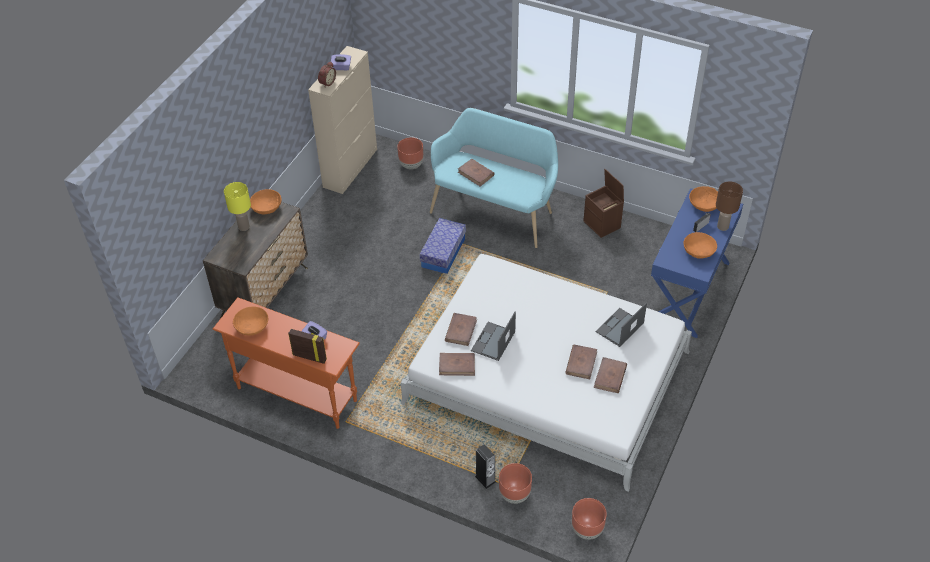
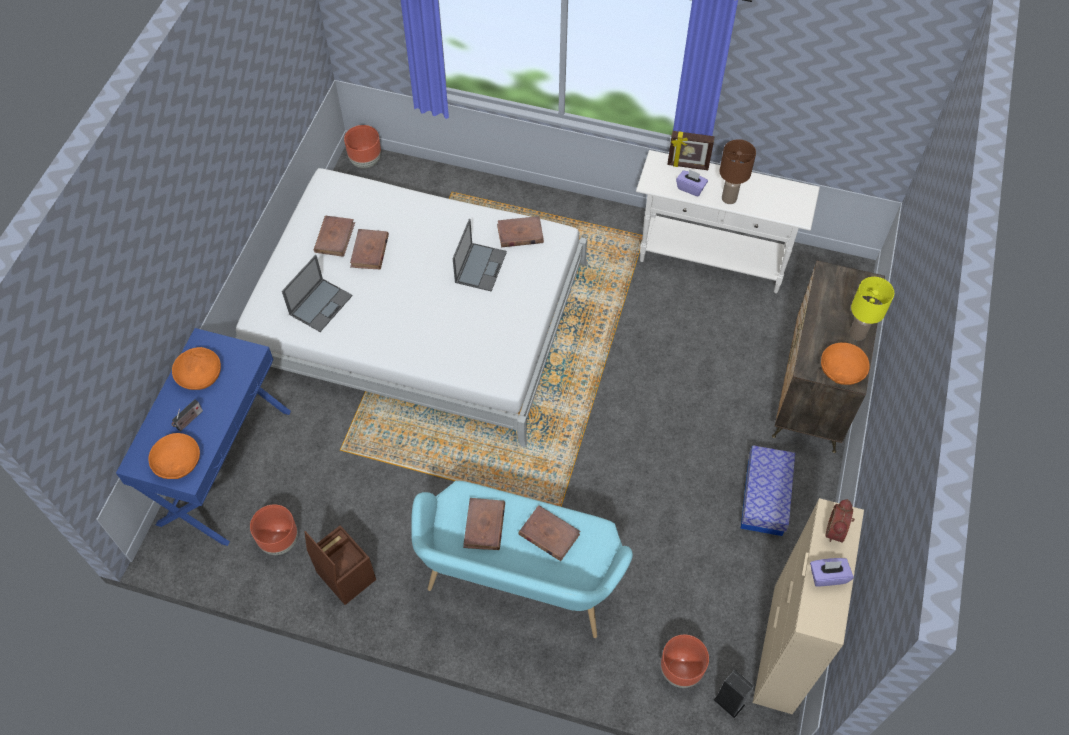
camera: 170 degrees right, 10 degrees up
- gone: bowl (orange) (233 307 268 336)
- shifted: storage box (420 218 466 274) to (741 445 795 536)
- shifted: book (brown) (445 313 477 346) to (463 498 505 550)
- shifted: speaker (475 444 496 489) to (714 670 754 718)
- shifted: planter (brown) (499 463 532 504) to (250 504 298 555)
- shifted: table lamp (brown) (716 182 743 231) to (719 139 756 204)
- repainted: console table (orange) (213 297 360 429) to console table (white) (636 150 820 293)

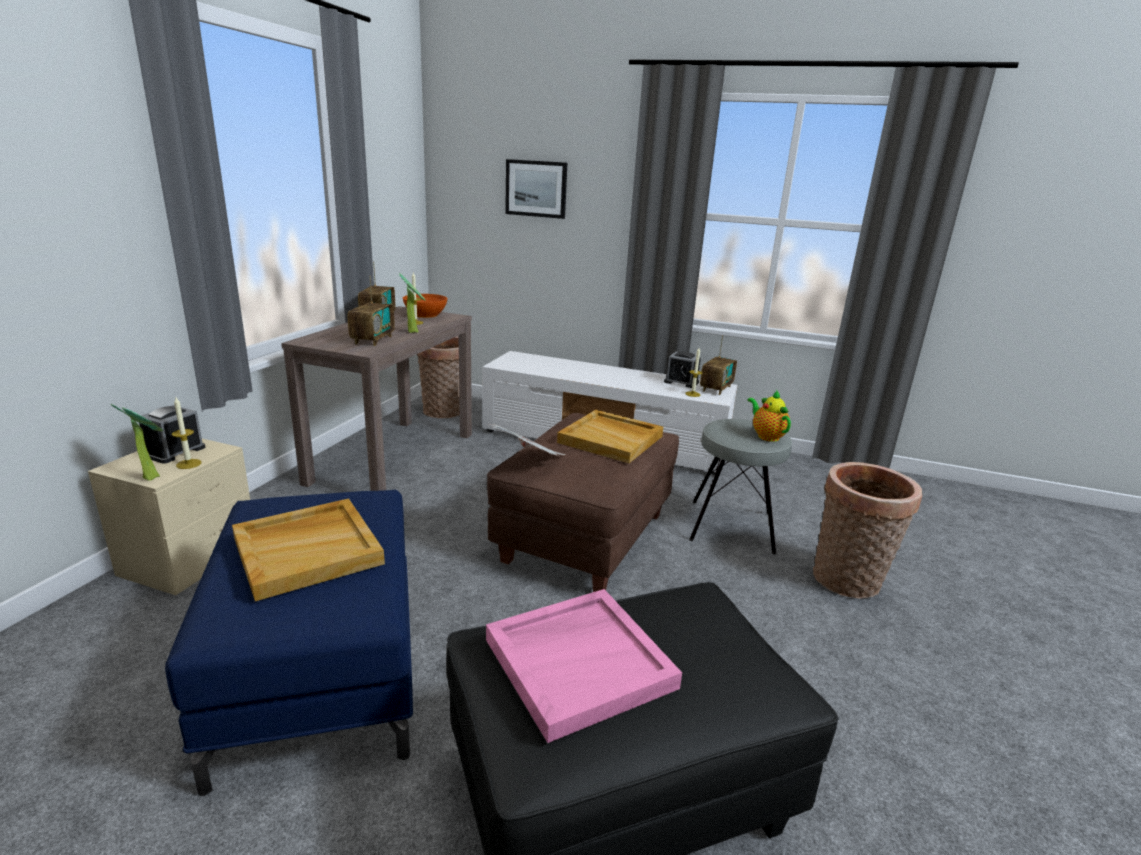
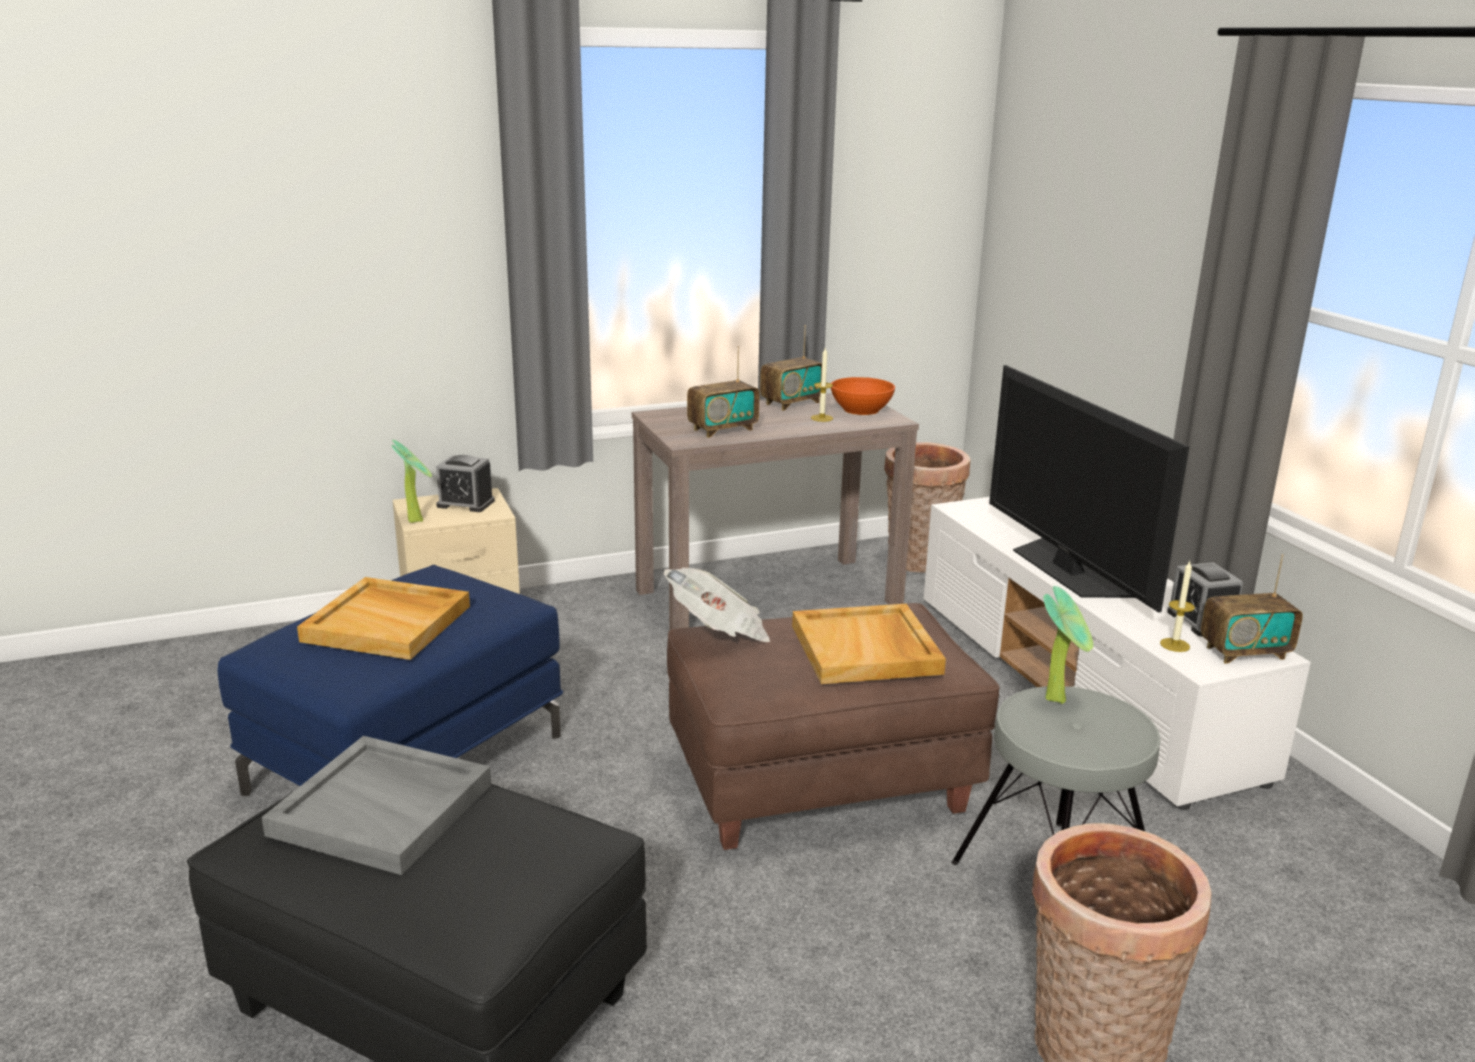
camera: 50 degrees right, 0 degrees up
- gone: candle (172 397 201 469)
- gone: picture (505 159 567 219)
- gone: teapot (748 390 791 442)
- new: television (989 365 1189 613)
- shifted: potted plant (399 273 425 333) to (1043 586 1093 704)
- repainted: tray (pink) (486 589 682 743) to tray (grey) (262 736 491 875)
- rotated: alarm clock (139 405 206 464) = (436 455 495 512) 150 degrees counterclockwise

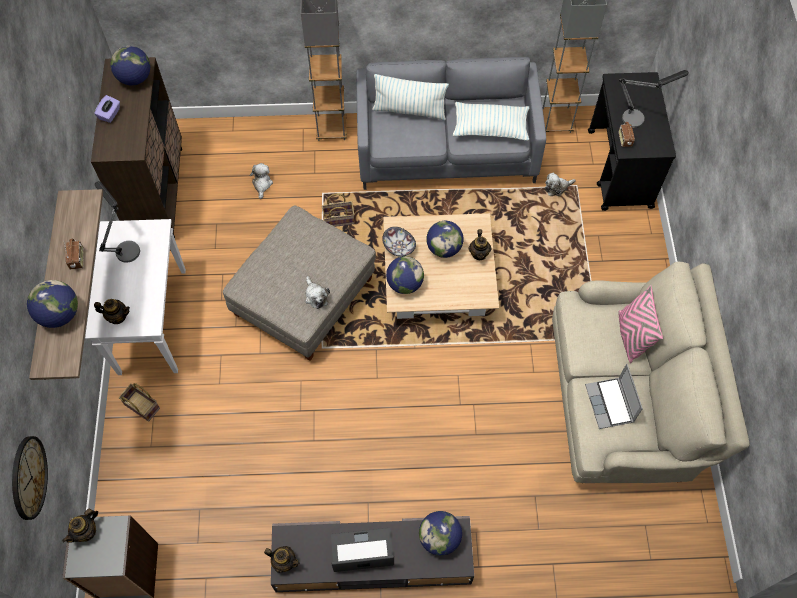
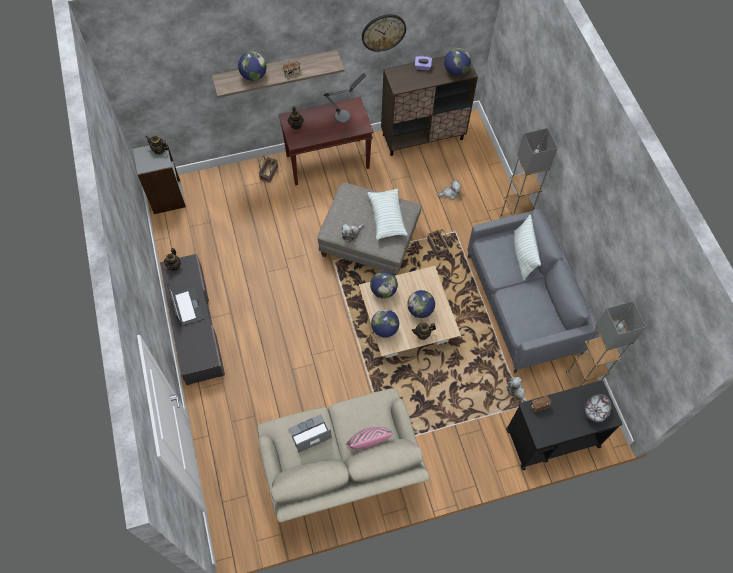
camera: 75 degrees right, 0 degrees up
- gone: table lamp (619 70 689 128)
- shifted: wall clock (12 436 48 520) to (362 14 406 52)
- shifted: bowl (382 227 416 257) to (584 394 612 422)
- shifted: globe (419 511 462 556) to (371 309 399 337)
- shifted: pillow (453 102 529 141) to (367 189 408 240)
- repainted: console table (white) (85 219 186 375) to console table (brown) (279 97 373 185)

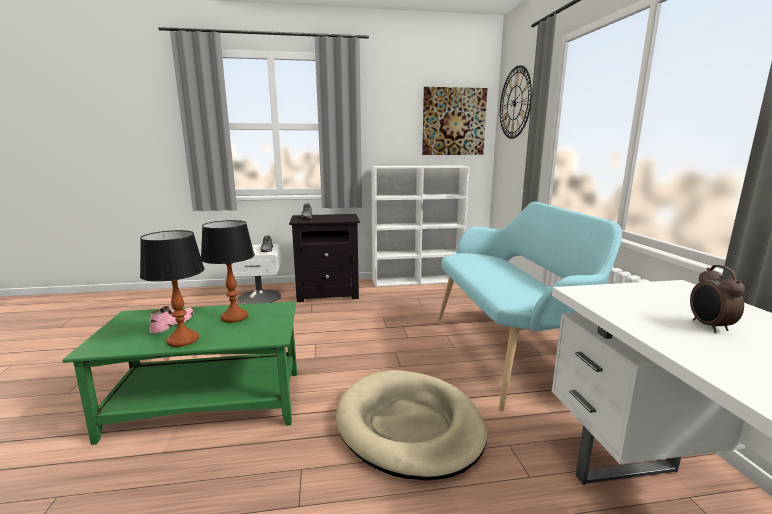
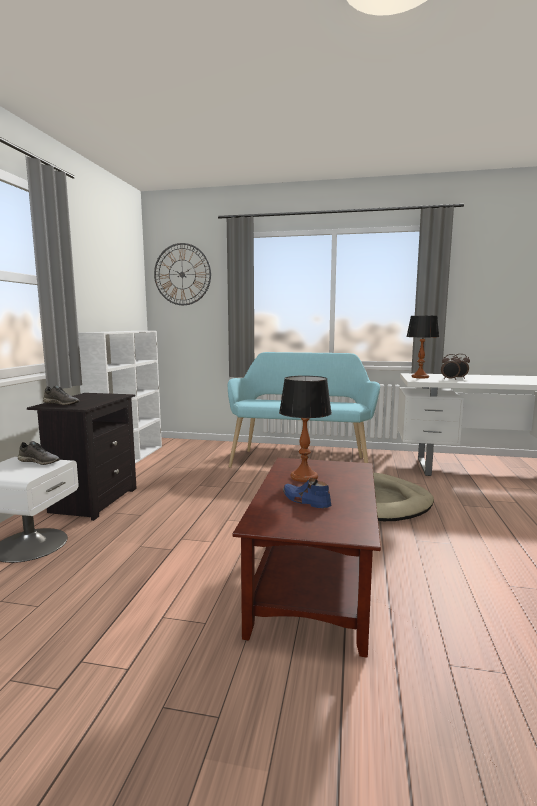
camera: 70 degrees left, 5 degrees down
- gone: picture (422 87 487 155)
- new: alarm clock (441 354 461 380)
- shifted: table lamp (140 230 204 347) to (406 316 439 378)
- repainted: coffee table (green) (62 301 297 445) to coffee table (brown) (233 458 381 658)
- repainted: shoe (pink) (149 306 194 333) to shoe (blue) (283 478 331 508)

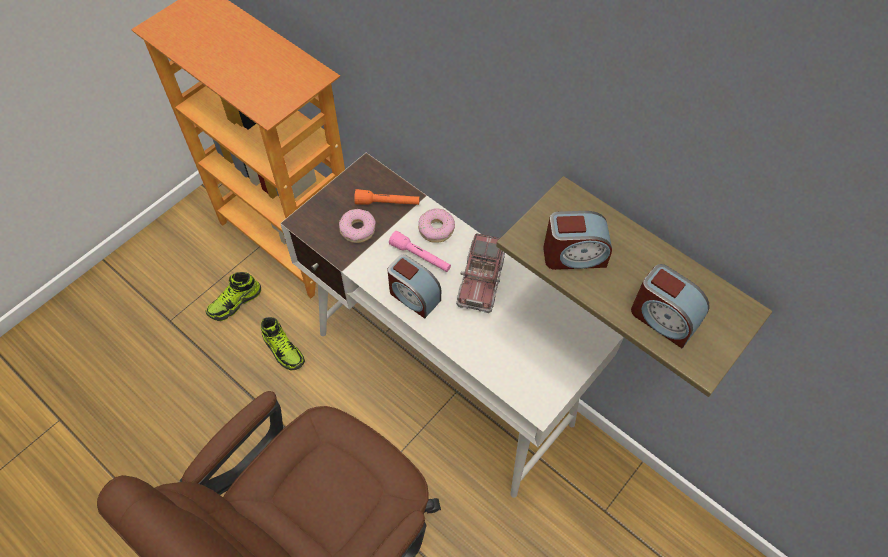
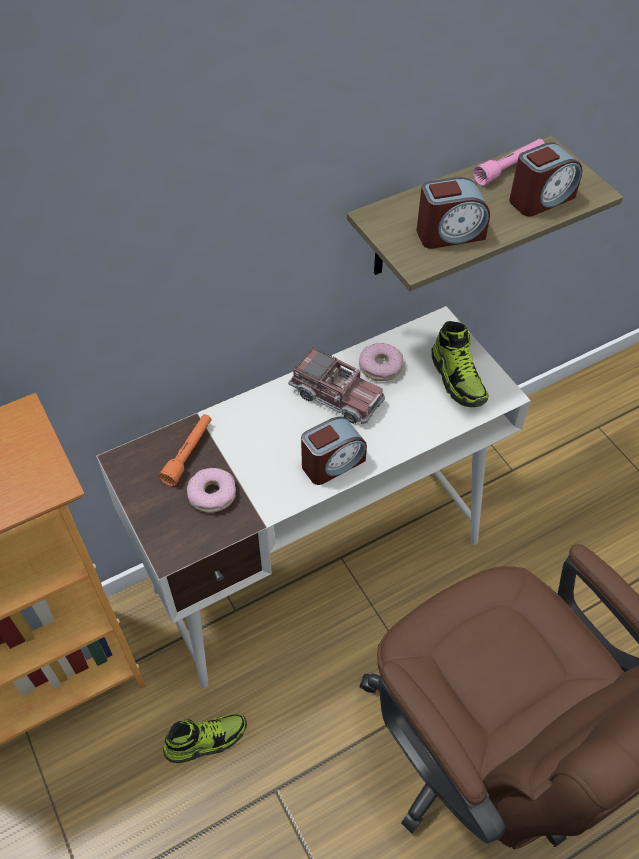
camera: 70 degrees left, 5 degrees down
- shifted: shoe (205 272 261 321) to (431 321 489 408)
- shifted: flashlight (pink) (389 231 451 272) to (473 139 545 186)
- shifted: donut (418 208 455 243) to (359 343 403 381)
- rotated: alarm clock (543 211 612 270) = (417 177 490 249) 60 degrees clockwise

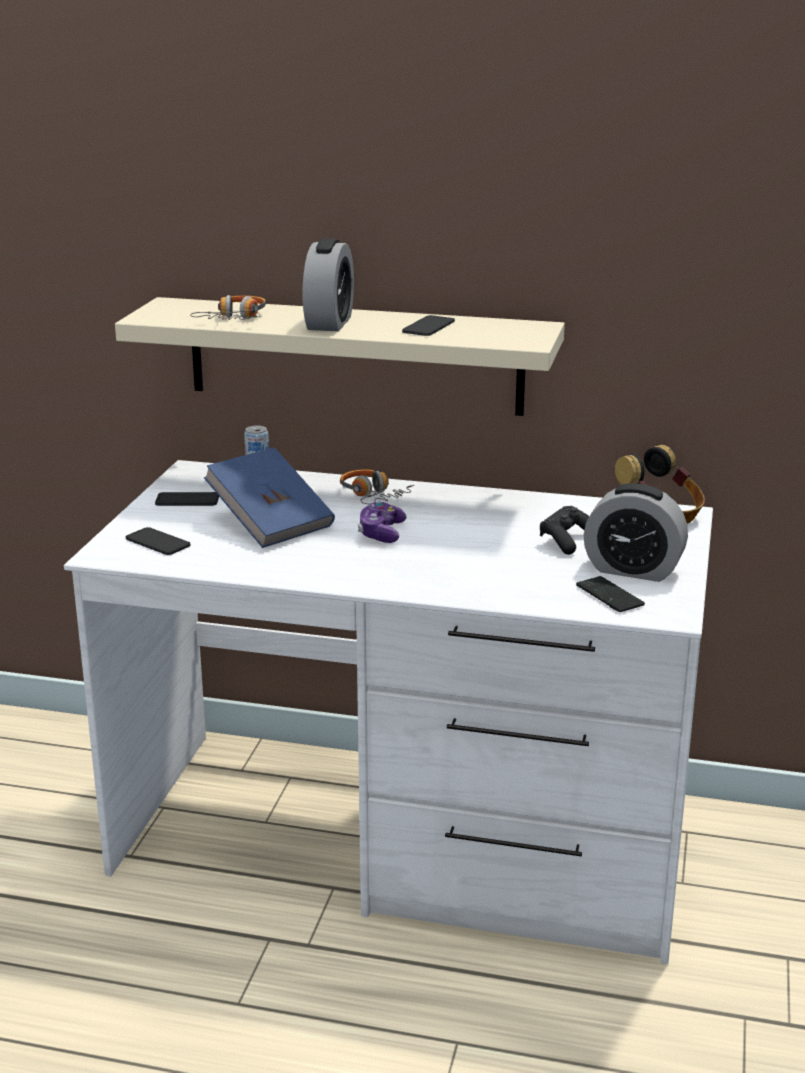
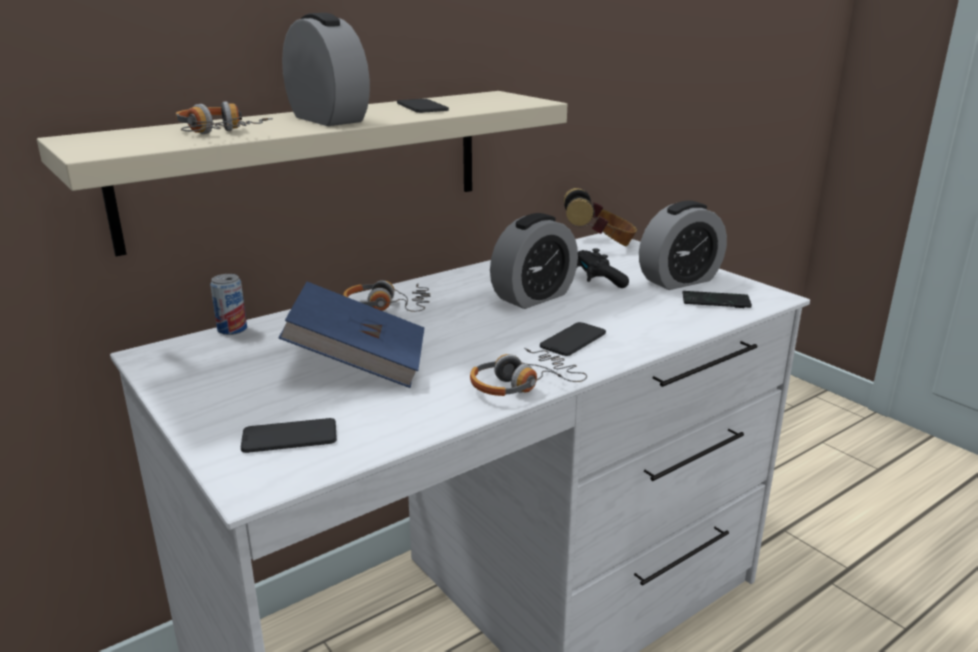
camera: 50 degrees left, 0 degrees up
- gone: game controller (358 501 406 543)
- new: headphones (470 347 587 396)
- new: alarm clock (490 213 578 309)
- shifted: phone (155 492 219 506) to (540 322 606 356)

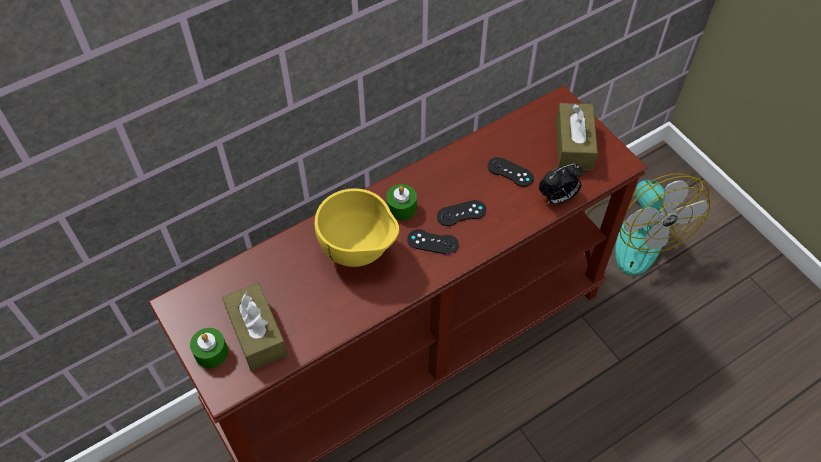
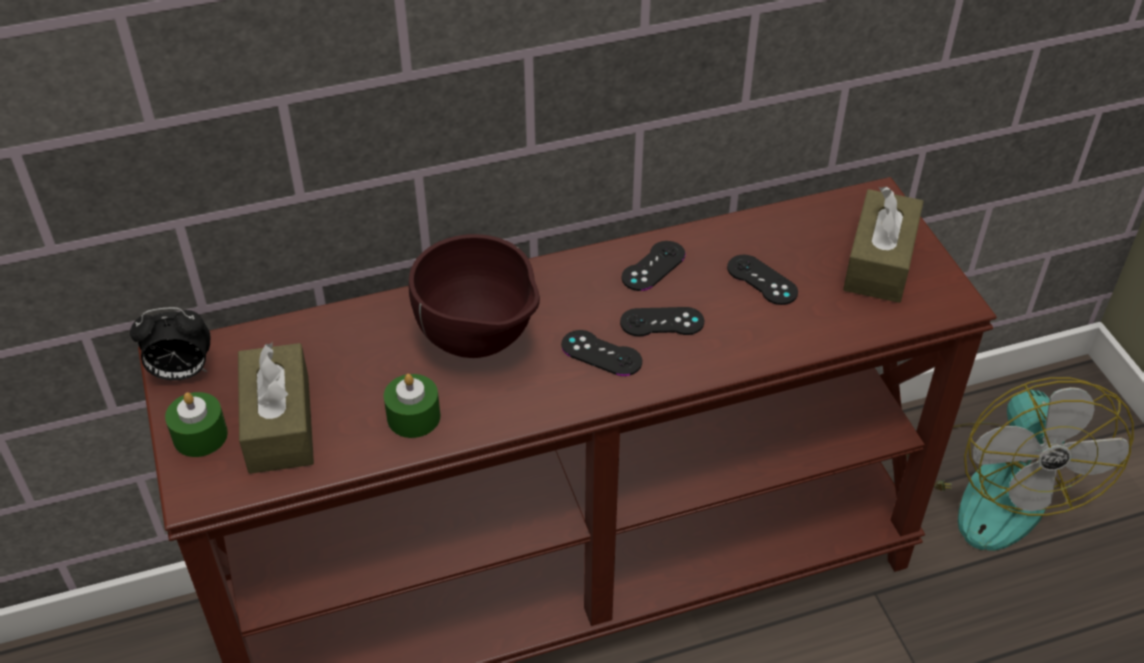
camera: 15 degrees right, 10 degrees down
- new: game controller (black) (622 241 686 291)
- shifted: candle (green) (386 184 417 220) to (384 374 440 438)
- shifted: alarm clock (539 163 583 205) to (130 307 210 381)
- repainted: bowl (yellow) (315 188 399 267) to bowl (brown) (409 234 540 358)

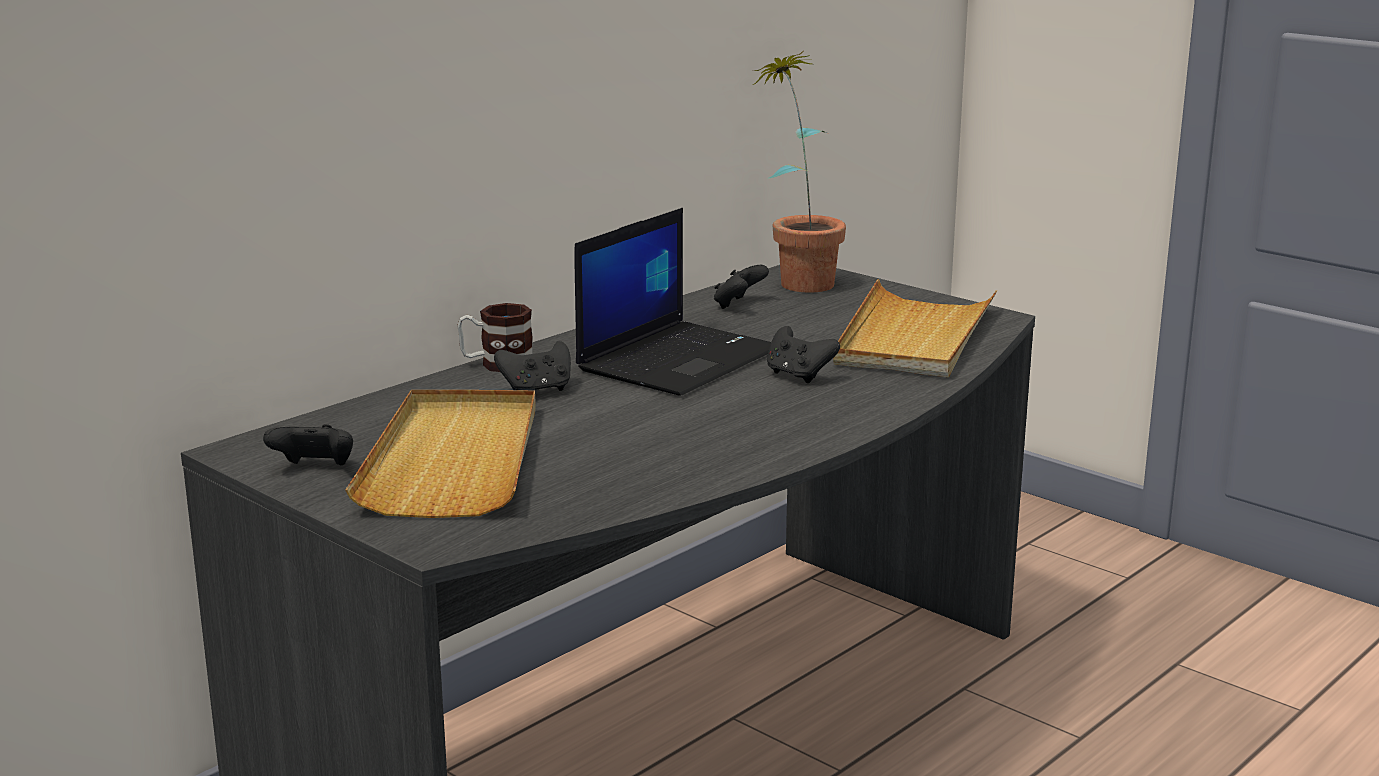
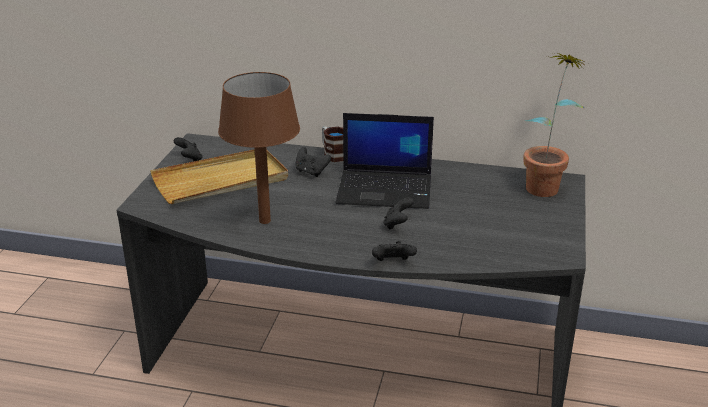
camera: 60 degrees right, 10 degrees up
- gone: tray (beige) (833 279 997 377)
- new: table lamp (brown) (218 72 300 224)
- shifted: game controller (black) (714 265 769 309) to (372 241 417 261)

